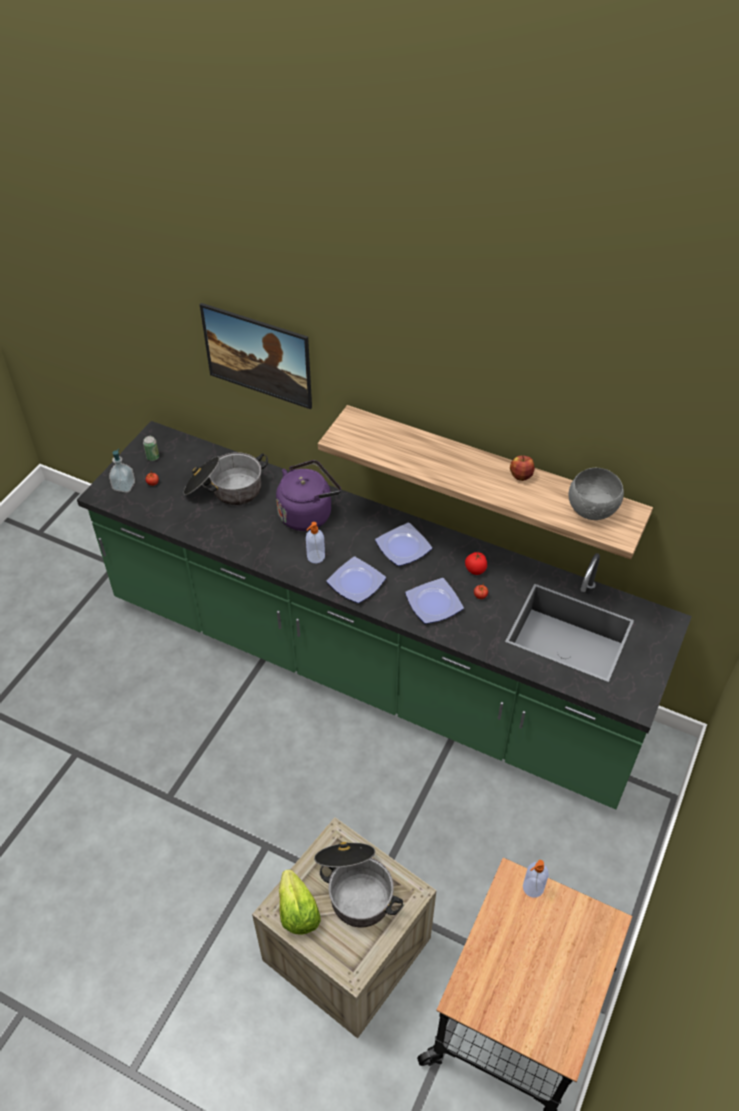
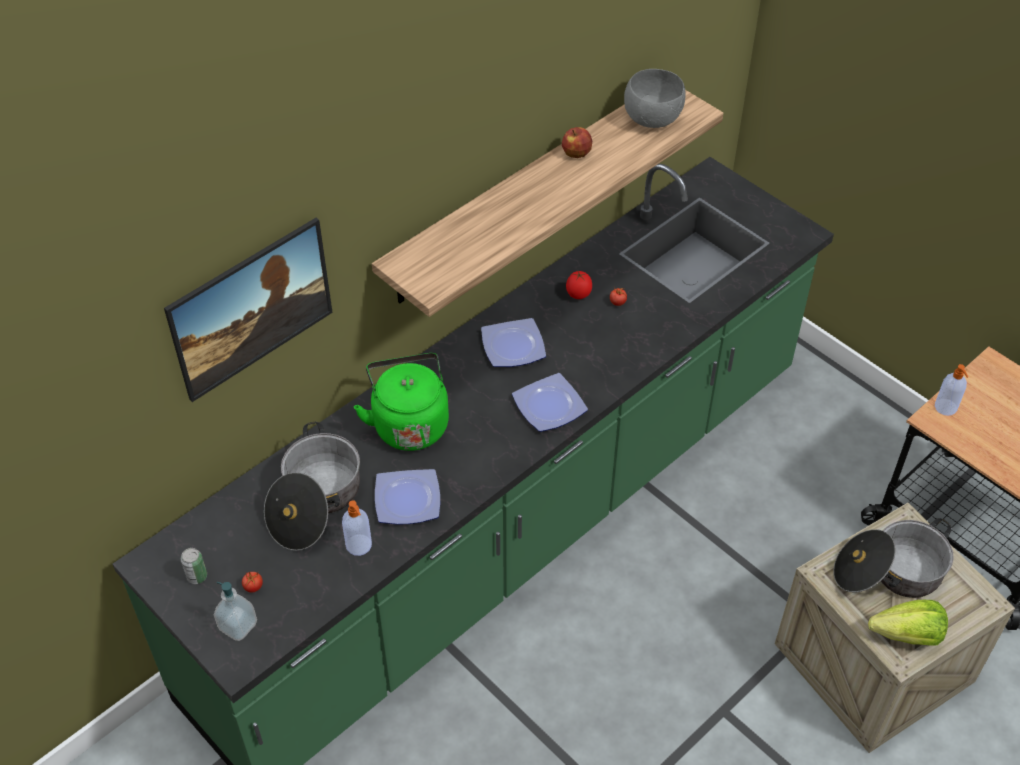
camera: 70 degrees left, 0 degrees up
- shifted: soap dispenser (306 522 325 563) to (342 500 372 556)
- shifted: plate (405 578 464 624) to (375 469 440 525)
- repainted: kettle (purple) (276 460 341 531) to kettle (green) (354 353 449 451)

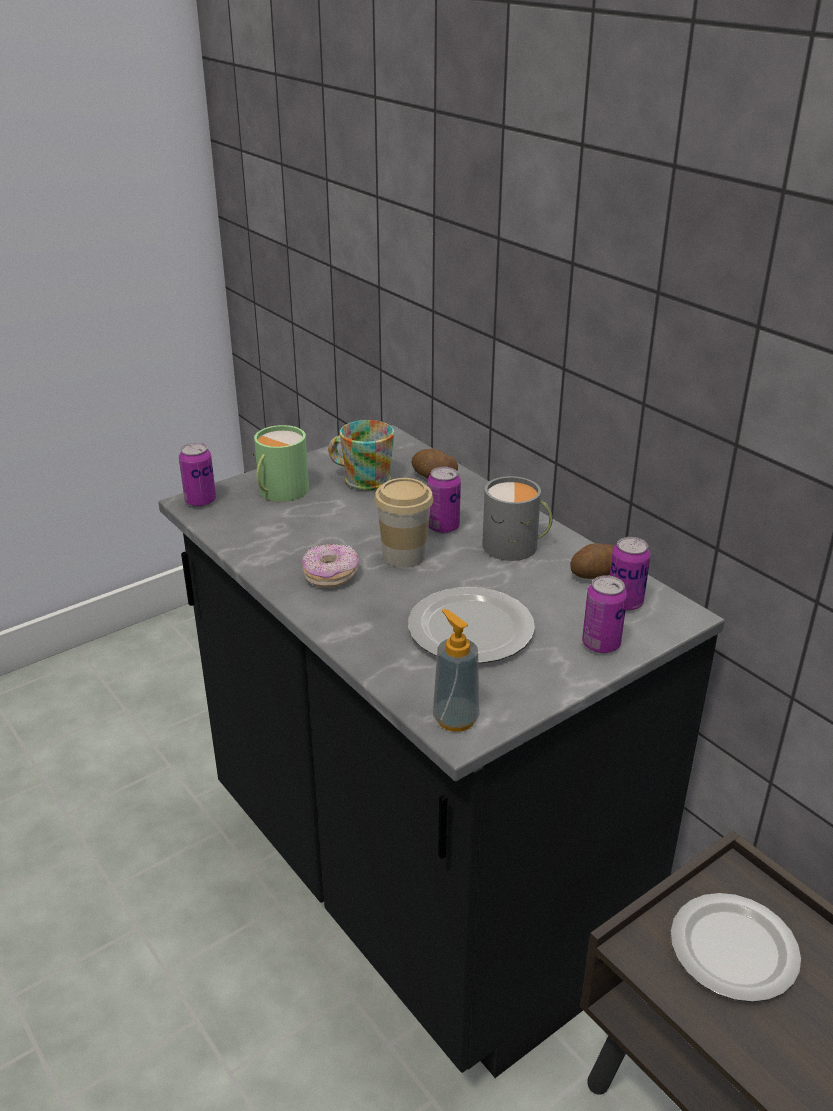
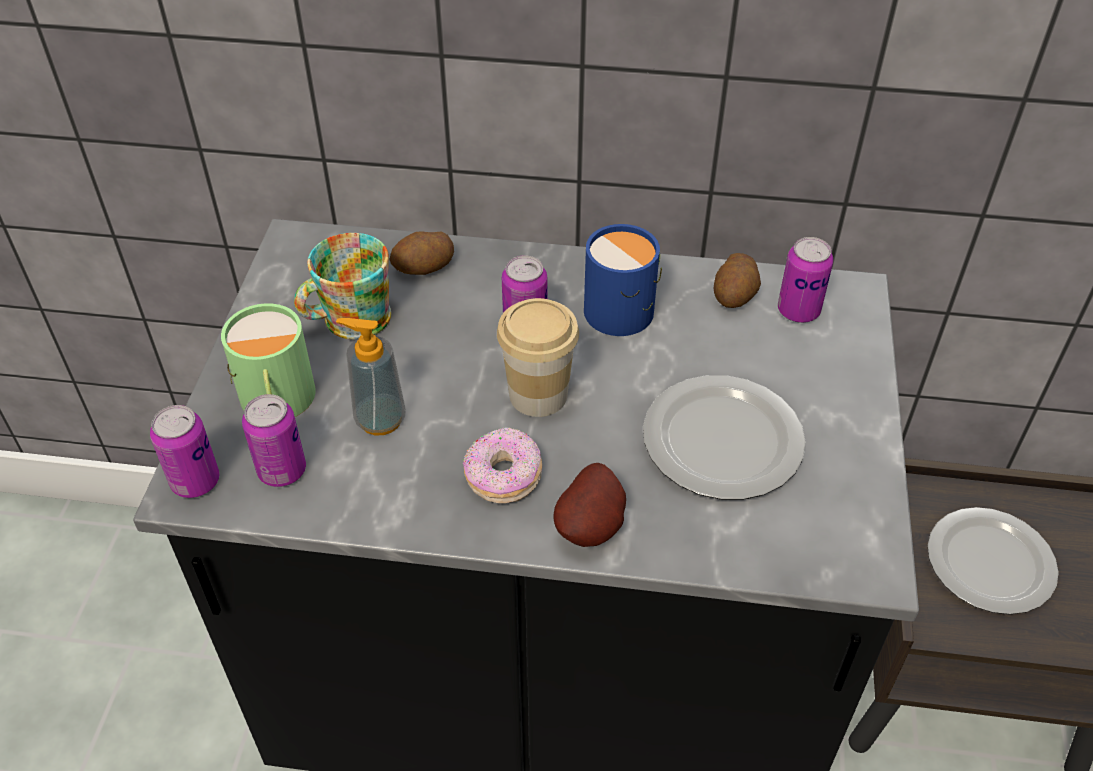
camera: 45 degrees left, 15 degrees up
- new: potato (553 463 626 547)
- shifted: soap dispenser (433 609 479 732) to (336 318 406 435)
- shifted: can (582 575 628 653) to (242 394 306 487)
- repainted: mug (grey) (482 476 553 561) to mug (blue) (584 224 662 336)

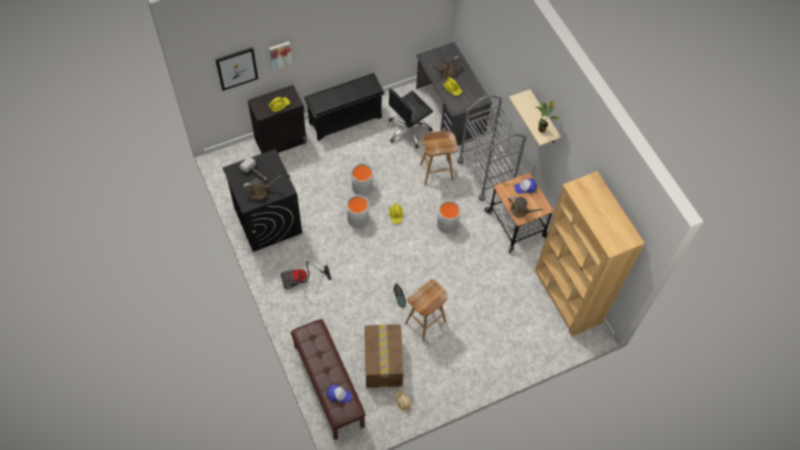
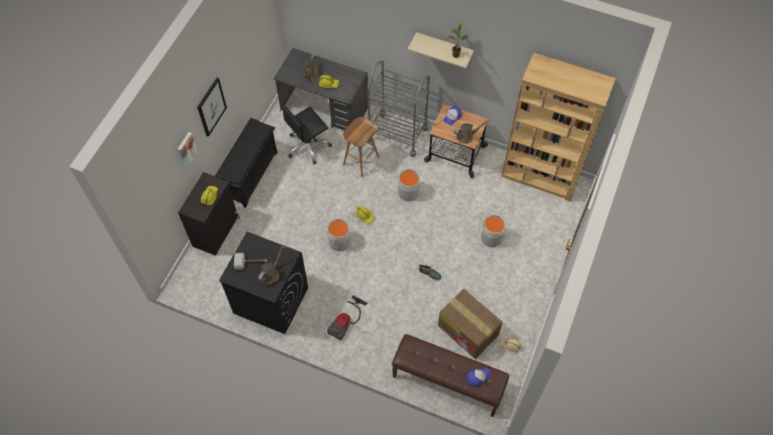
camera: 40 degrees left, 0 degrees up
- gone: stool (brown) (405 279 448 341)
- shifted: picture (215 47 258 91) to (197 77 227 137)
- shifted: bucket (grey) (351 163 375 196) to (481 214 508 247)
- rotated: office chair (black) (389 88 433 148) = (281 104 332 164) 45 degrees clockwise

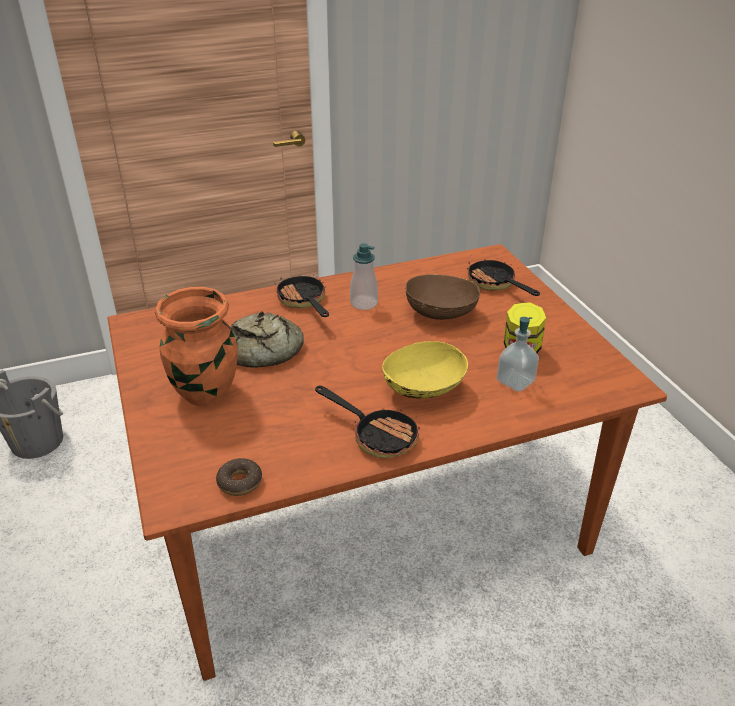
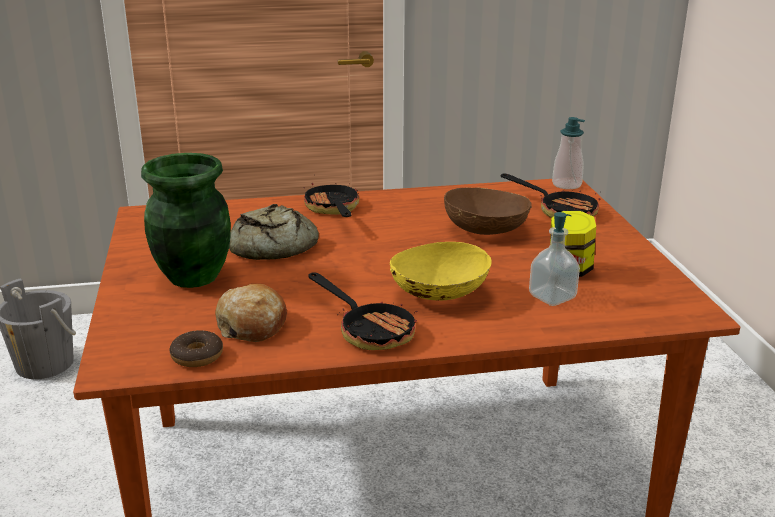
camera: 10 degrees right, 10 degrees down
- new: bread (215 284 287 342)
- shifted: soap dispenser (350 243 378 310) to (552 117 585 189)
- repainted: vase (orange) (155 287 238 406) to vase (green) (141 153 231 288)
- rotated: frying pan (466 258 540 296) = (501 174 601 218) 150 degrees clockwise

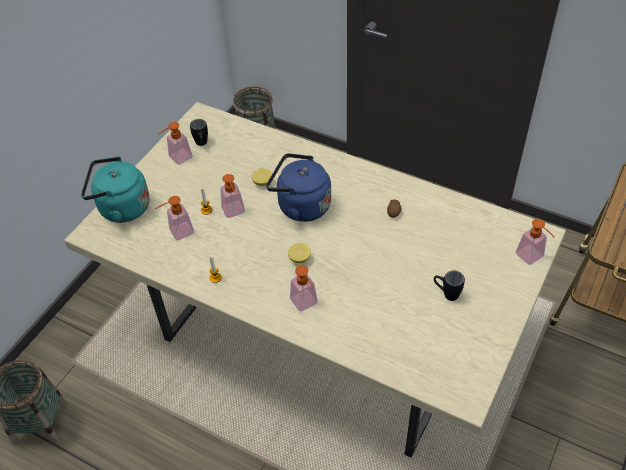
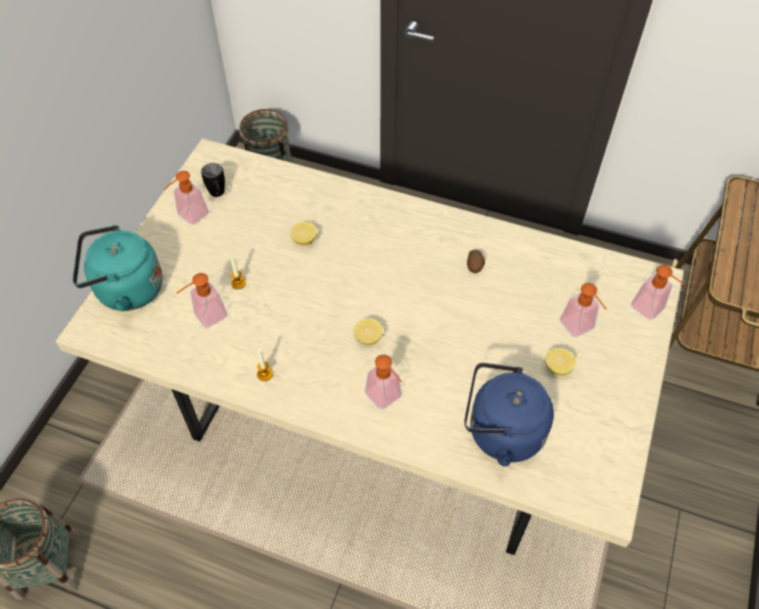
camera: 10 degrees left, 5 degrees up
- shifted: soap dispenser (220 174 245 218) to (560 283 606 337)
- shifted: kettle (blue) (266 153 331 222) to (464 363 554 467)
- swapped: mug (black) (434 271 465 301) to lemon (545 348 576 375)

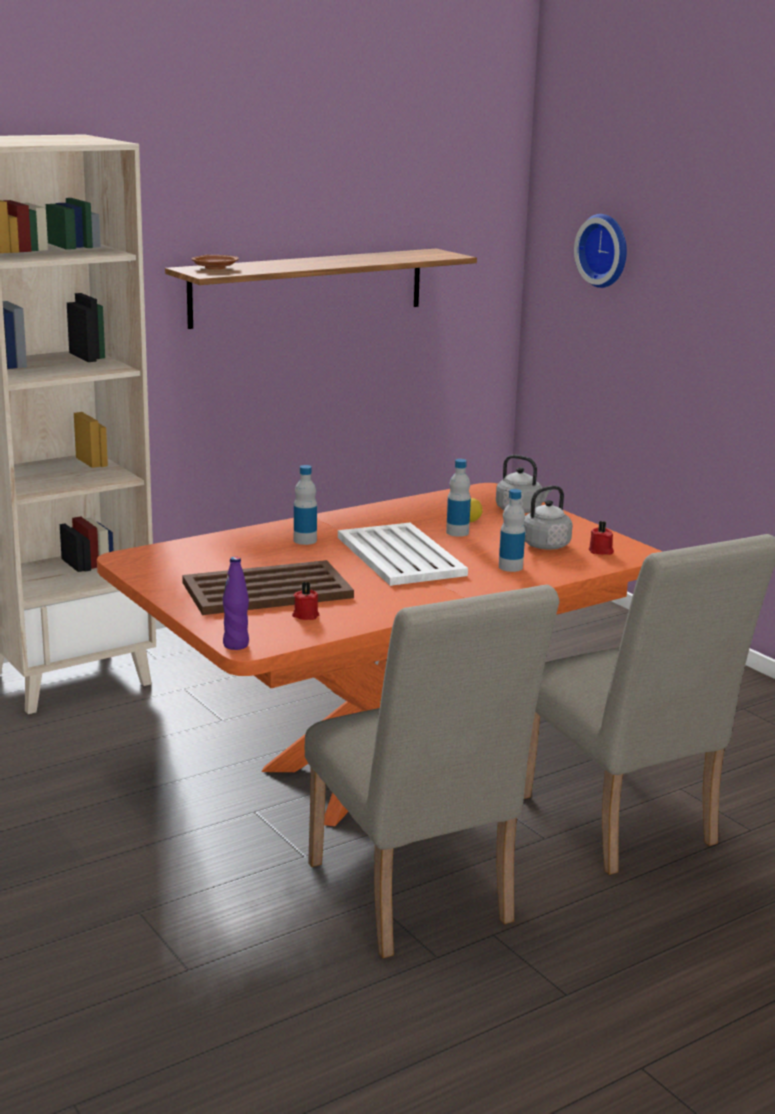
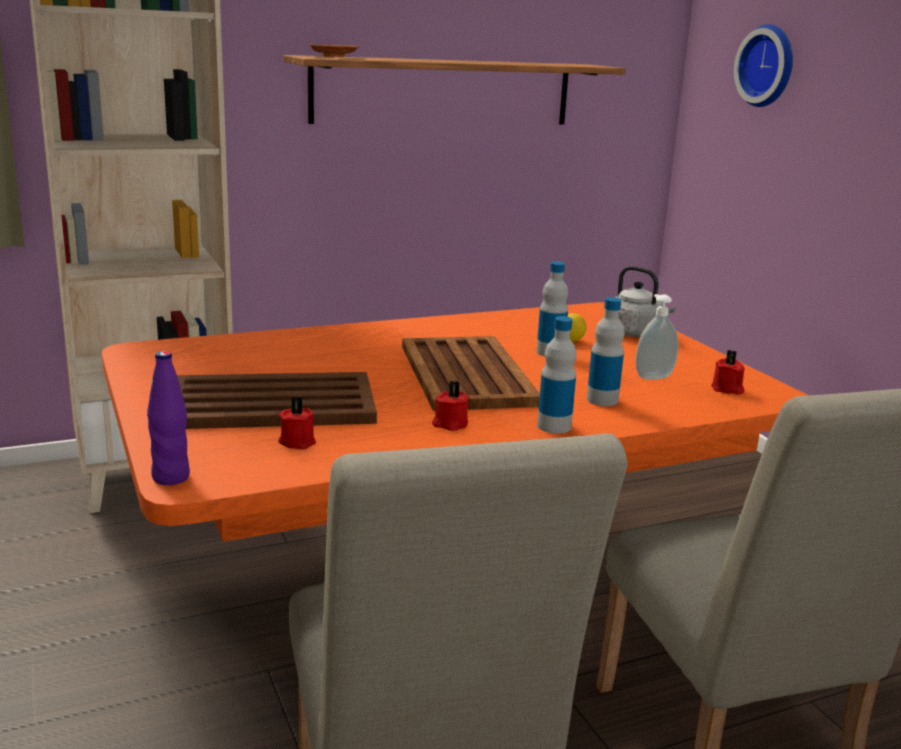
camera: 10 degrees right, 0 degrees up
- new: candle (red) (432 381 469 431)
- shifted: bottle (294 465 317 545) to (537 316 576 434)
- swapped: kettle (grey) (523 486 573 550) to soap dispenser (635 294 678 380)
- repainted: tray (white) (338 523 468 586) to tray (brown) (402 336 540 411)

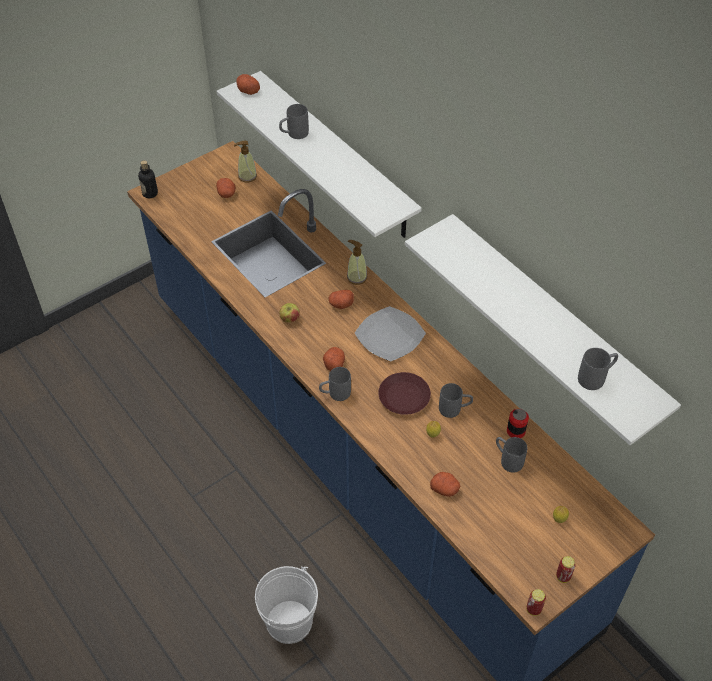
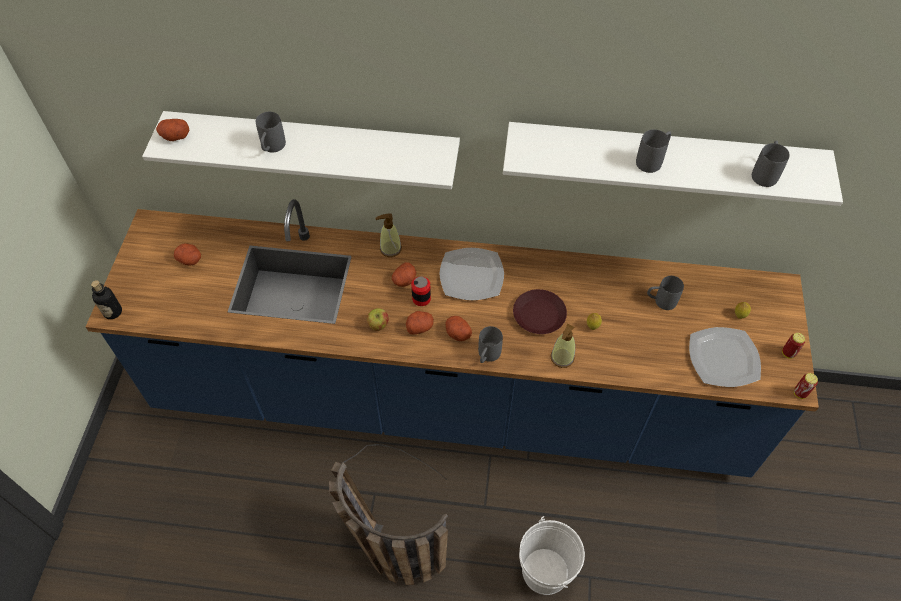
camera: 45 degrees left, 5 degrees up
- new: basket (329 444 448 585)
- new: plate (689 327 761 387)
- shifted: soap dispenser (234 141 257 183) to (551 324 575 368)
- shifted: potato (430 472 460 497) to (406 311 434 335)
- shifted: mug (grey) (439 383 473 418) to (636 129 671 173)
- shifted: can (507 409 529 438) to (411 276 431 306)

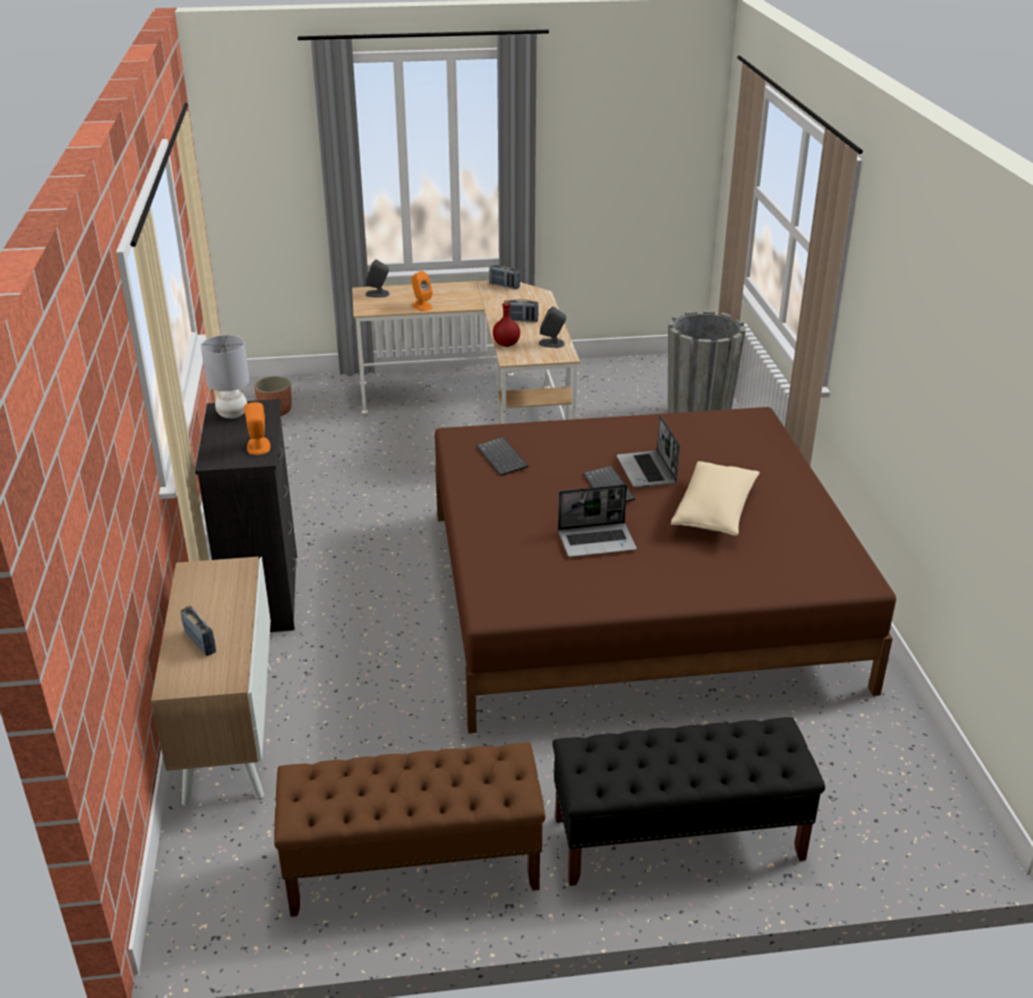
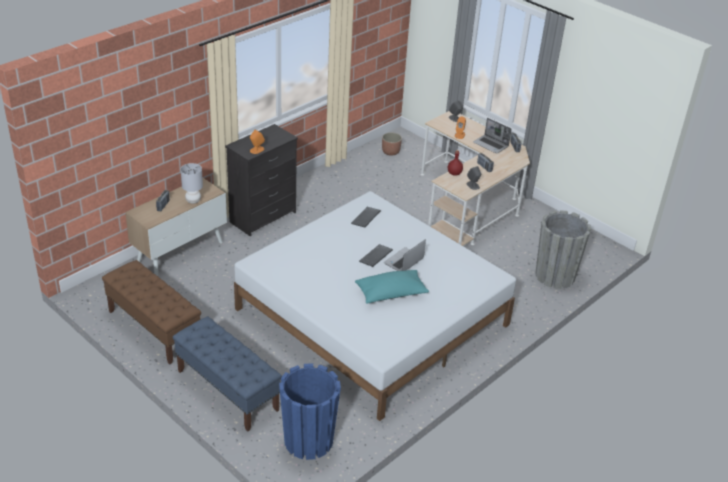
camera: 50 degrees right, 5 degrees up
- new: planter (blue) (279 363 341 460)
- shifted: table lamp (grey) (201 335 249 419) to (181 163 203 204)
- shifted: laptop (558 484 637 557) to (473 118 512 154)
- repainted: bed (brown) (435 407 896 734) to bed (white) (234 191 516 421)
- repainted: bench (black) (552 717 825 886) to bench (blue) (173 316 282 432)
- repainted: pillow (beige) (671 461 760 536) to pillow (turquoise) (355 270 429 304)

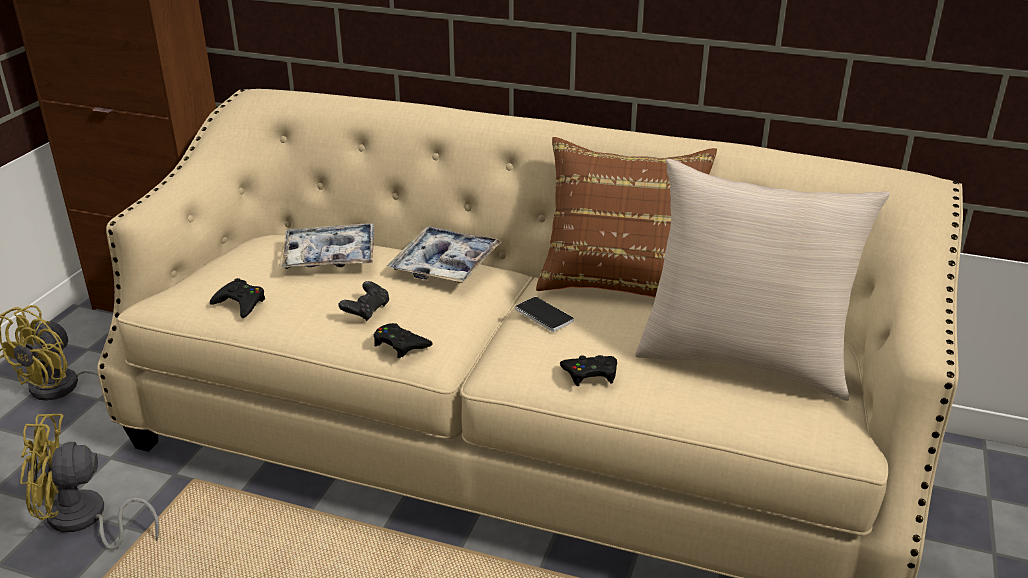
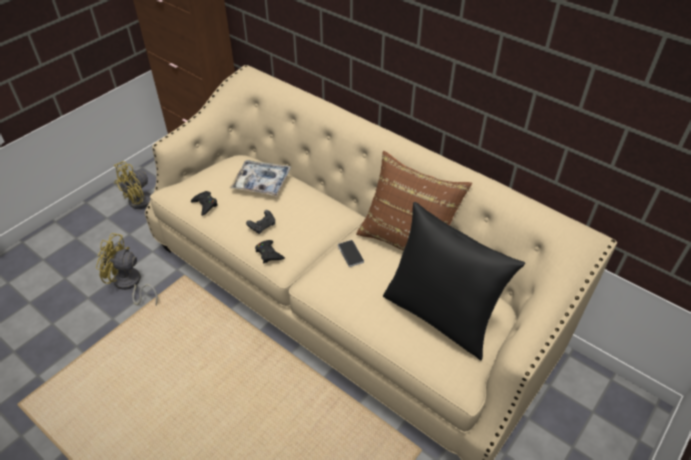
camera: 20 degrees right, 15 degrees up
- gone: tray (387 227 502 283)
- gone: game controller (black) (560 355 617 386)
- repainted: pillow (beige) (635 159 890 401) to pillow (black) (383 202 525 360)

